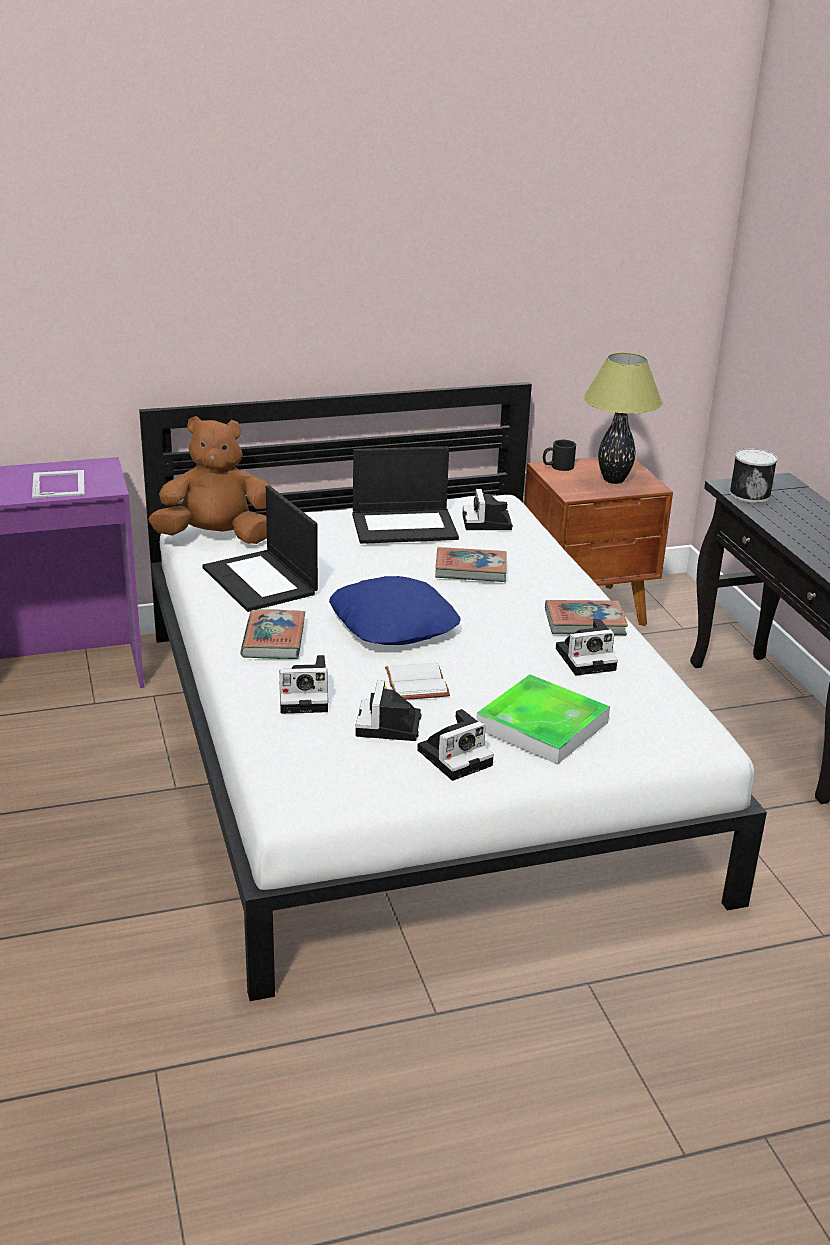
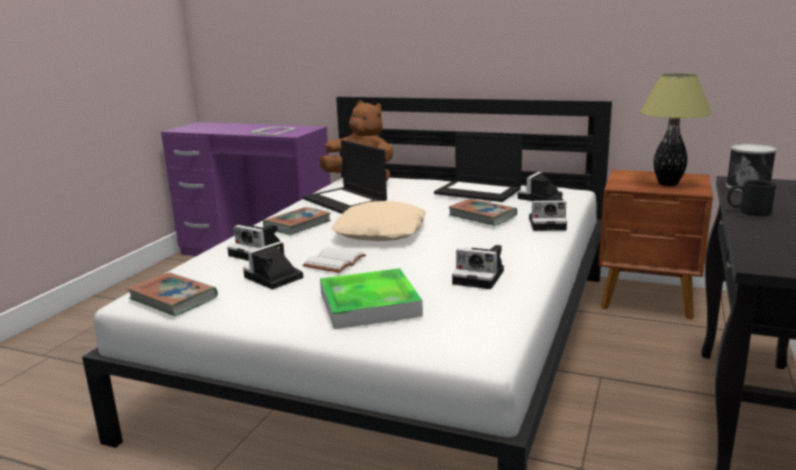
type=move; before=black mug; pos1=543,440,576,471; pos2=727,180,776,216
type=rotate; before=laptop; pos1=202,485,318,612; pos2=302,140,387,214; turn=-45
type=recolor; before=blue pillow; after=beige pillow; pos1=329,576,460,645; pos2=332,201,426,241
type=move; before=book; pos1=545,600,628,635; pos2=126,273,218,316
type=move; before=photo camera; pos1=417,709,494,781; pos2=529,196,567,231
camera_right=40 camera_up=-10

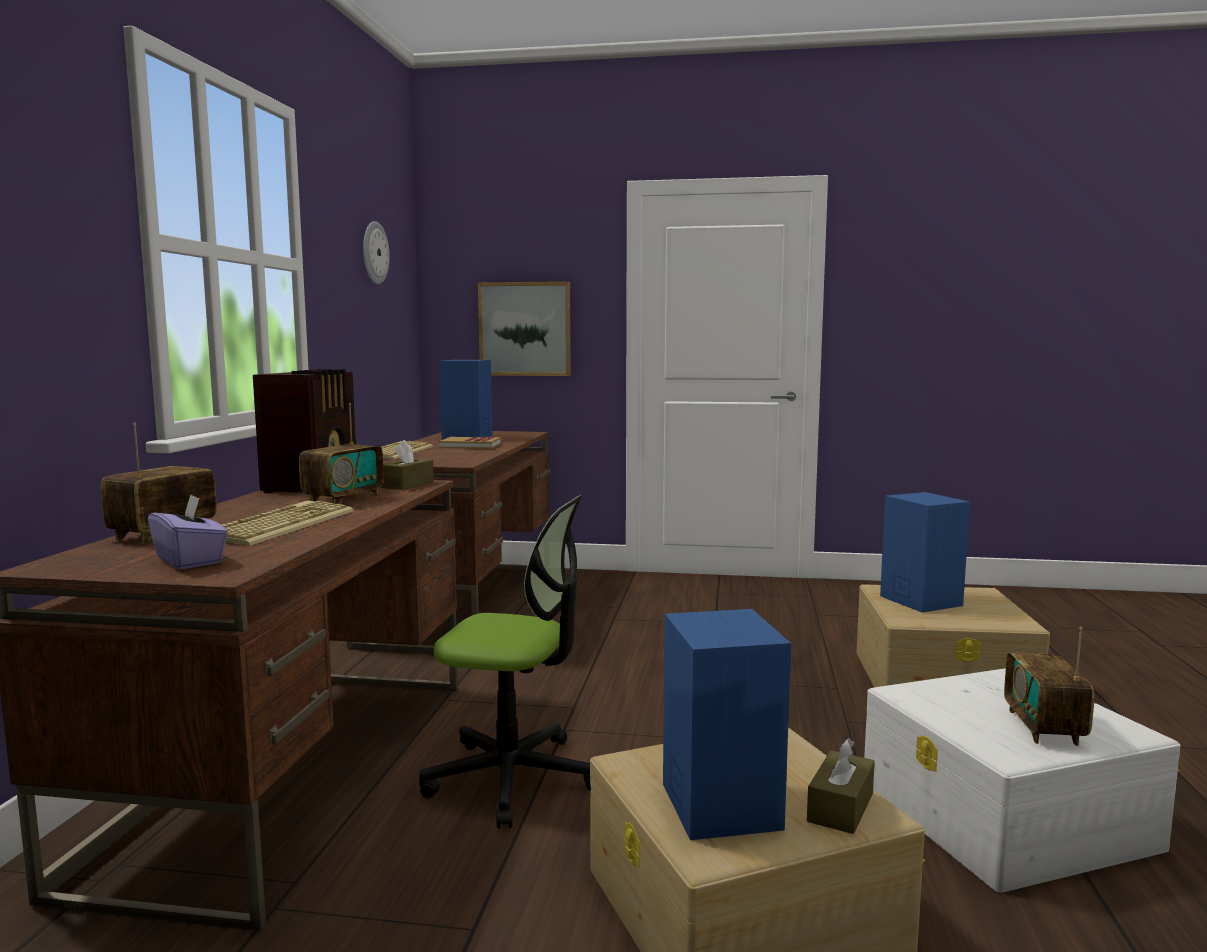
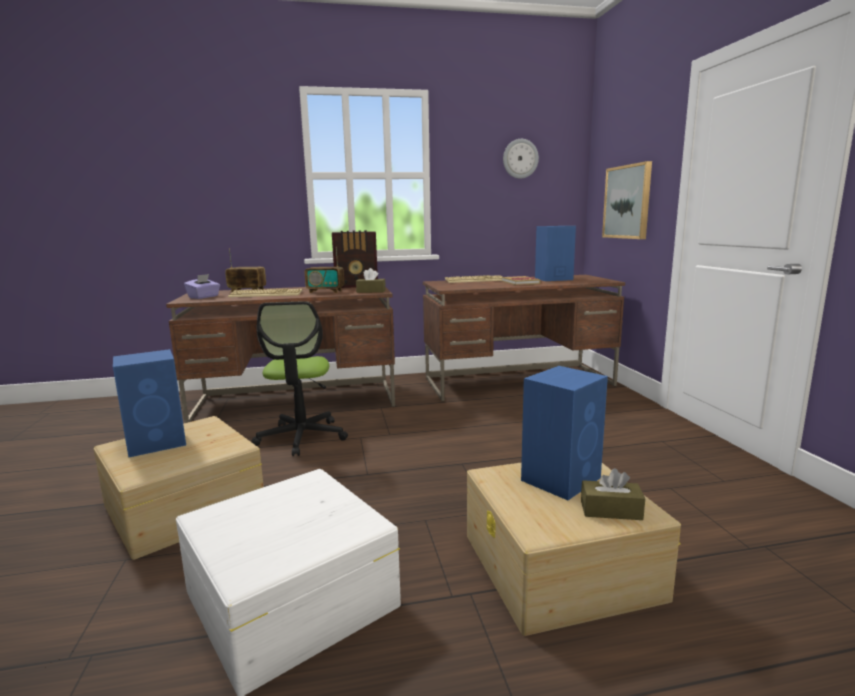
type=delete; before=radio; pos1=1004,627,1095,746
type=move; before=brown tissue box; pos1=807,738,875,834; pos2=581,468,645,520
camera_right=70 camera_up=5

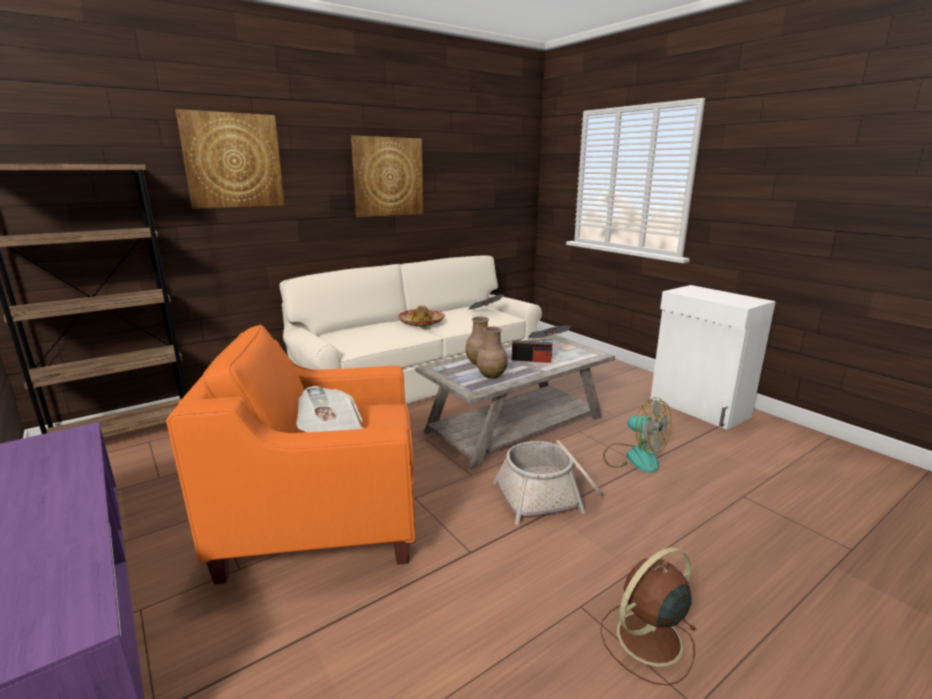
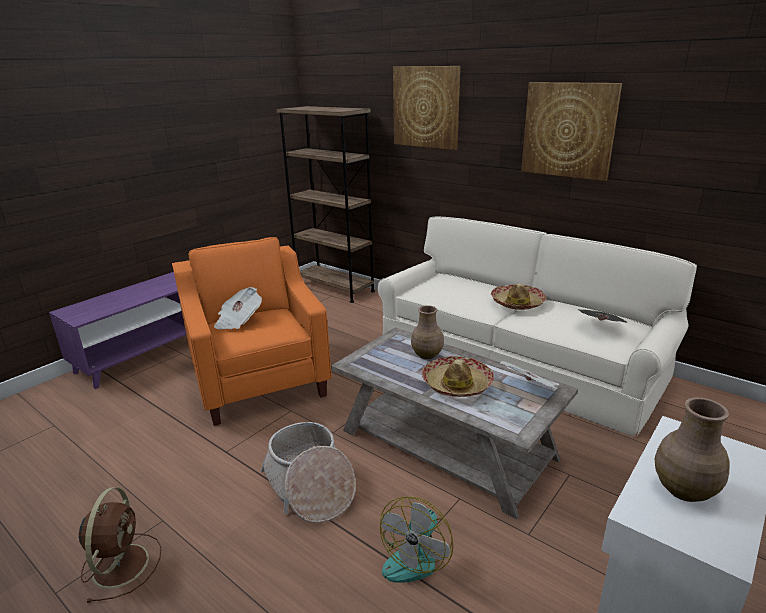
type=move; before=brown vase; pos1=476,326,508,379; pos2=655,397,730,502
type=replace; before=radio; after=hat; pos1=512,339,552,363; pos2=422,356,494,397
type=rotate; before=brown fan; pos1=600,547,697,686; pos2=79,487,161,603; turn=45
camera_right=75 camera_up=5

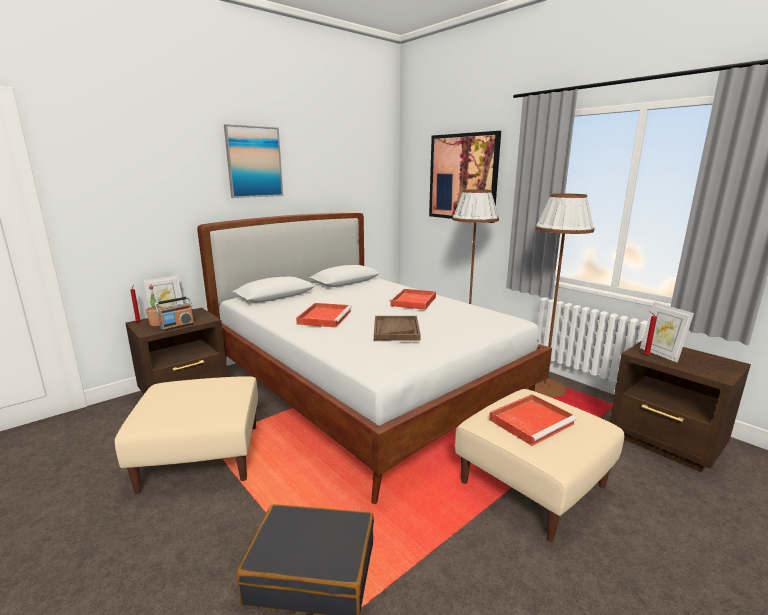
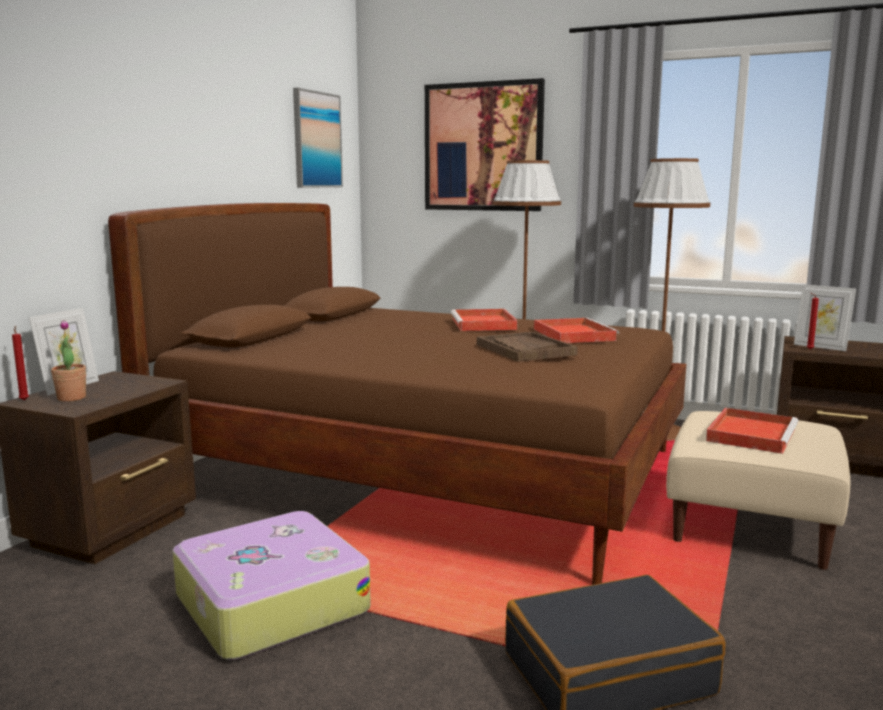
type=move; before=picture; pos1=224,124,283,198; pos2=293,88,343,188
type=recolor; before=white bed; after=brown bed; pos1=197,212,552,504; pos2=108,203,686,585
type=delete; before=radio; pos1=154,296,194,331
type=move; before=red tray; pos1=296,303,352,327; pos2=534,317,619,343
type=replace; before=beige ottoman; after=suitcase; pos1=115,376,258,494; pos2=173,511,371,660
camera_right=-25 camera_up=-5

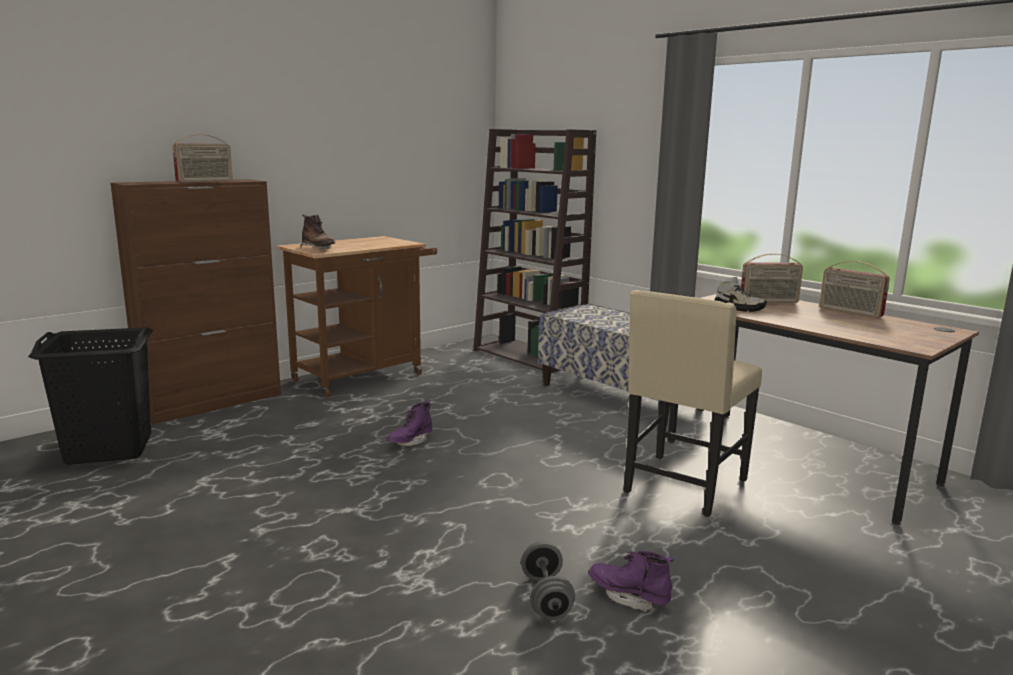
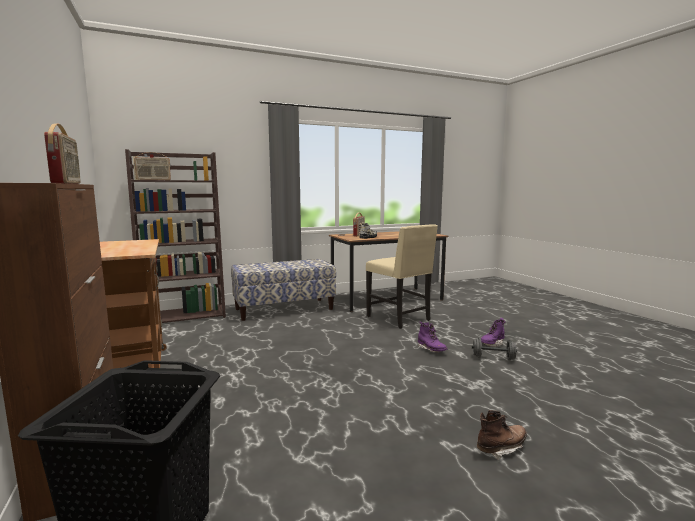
type=move; before=brown boot; pos1=301,214,335,249; pos2=477,410,527,461
type=move; before=radio; pos1=819,261,890,318; pos2=134,152,171,180
type=move; before=purple boot; pos1=387,399,432,446; pos2=418,322,447,353
camera_right=-70 camera_up=-5

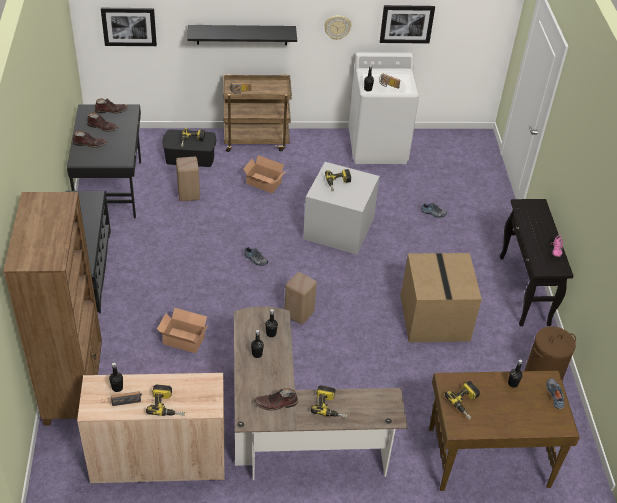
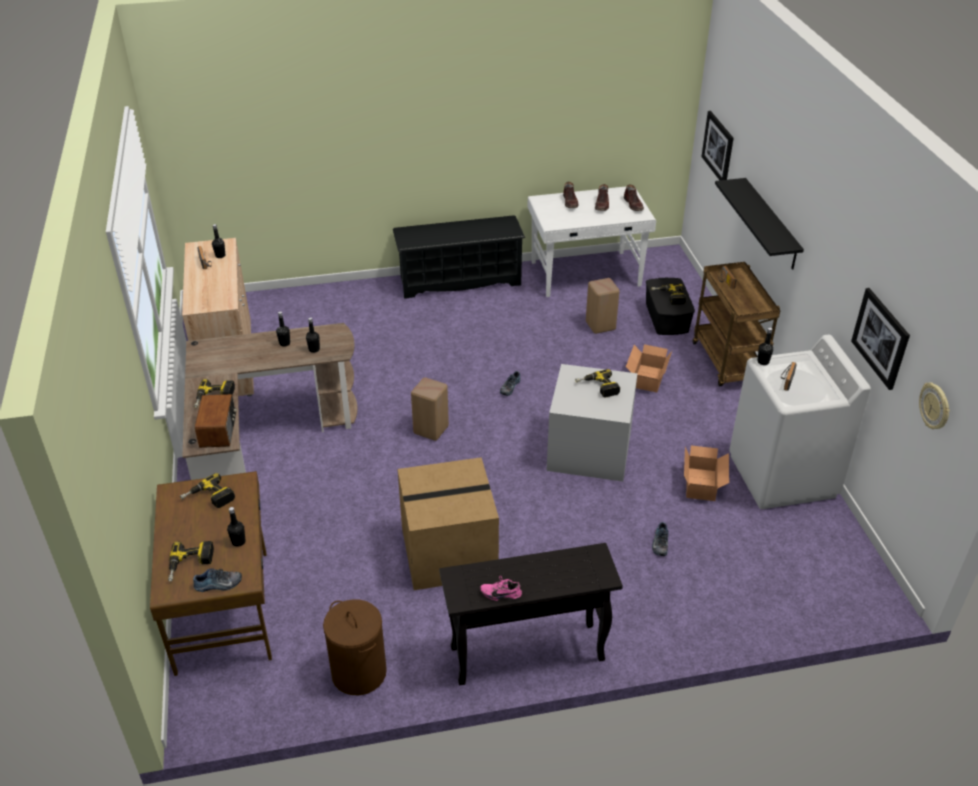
type=move; before=wall clock; pos1=324,15,351,40; pos2=919,382,950,429
type=recolor; before=black desk; after=white desk; pos1=67,104,141,219; pos2=527,186,656,297
type=delete; before=brown bookcase; pos1=3,192,102,426
type=move; before=cardboard box; pos1=157,308,208,353; pos2=684,446,729,501
type=move; before=power drill; pos1=146,384,185,416; pos2=168,541,214,582
type=delete; before=brown boot; pos1=254,388,298,411
type=insert; after=radio; pos2=195,394,237,448
camera_right=85 camera_up=-5

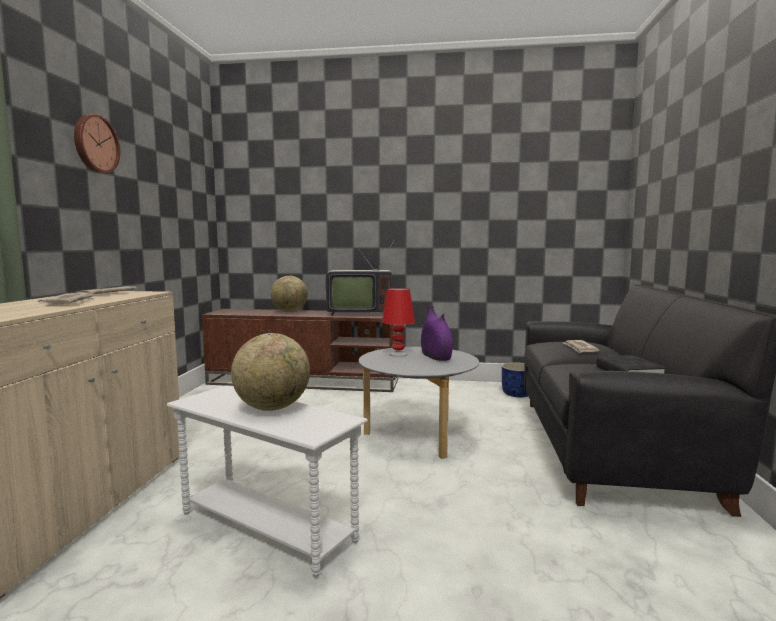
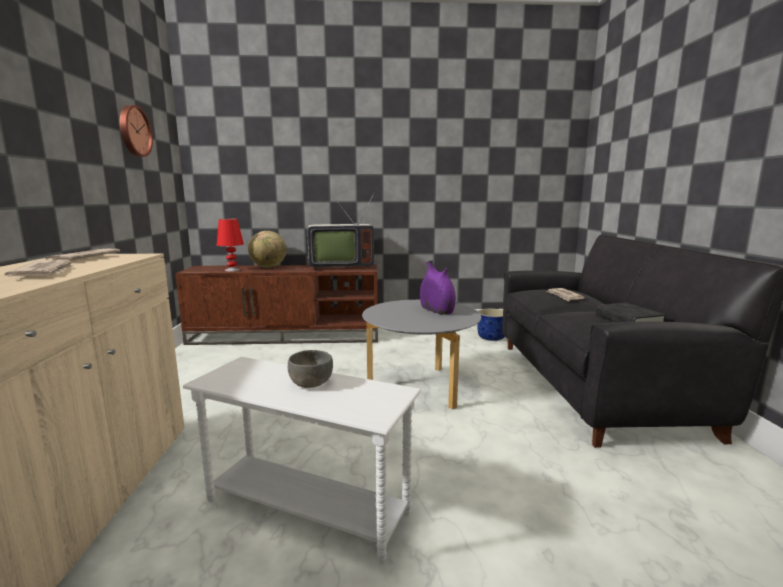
type=move; before=wall clock; pos1=74,114,120,173; pos2=120,105,153,157
type=move; before=red table lamp; pos1=382,288,415,357; pos2=217,219,244,272
type=replace; before=globe; after=grey bowl; pos1=231,333,310,411; pos2=288,350,333,388
camera_right=-10 camera_up=5

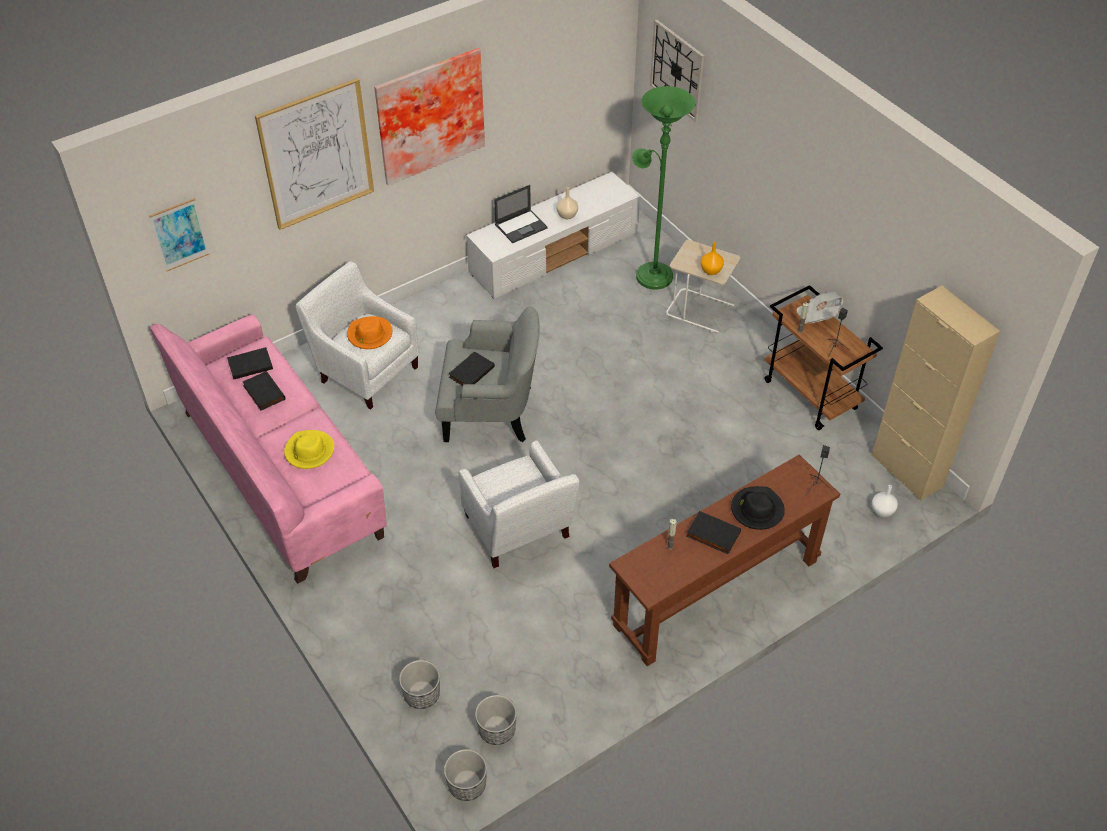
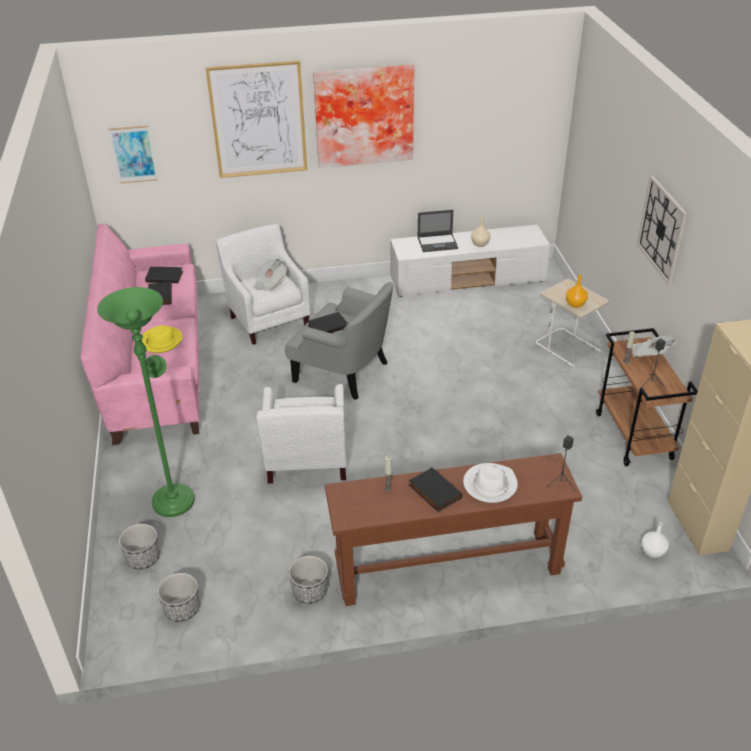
type=move; before=wall clock; pos1=650,20,705,122; pos2=637,176,687,285
type=move; before=green floor lamp; pos1=632,86,695,290; pos2=97,287,195,517
type=replace; before=orange hat; after=newspaper; pos1=347,316,392,349; pos2=253,258,287,291
type=recolor; before=black hat; after=white hat; pos1=731,486,785,530; pos2=463,463,518,503
type=move; before=planter; pos1=444,749,487,801; pos2=289,556,328,604
camera_right=25 camera_up=-10

